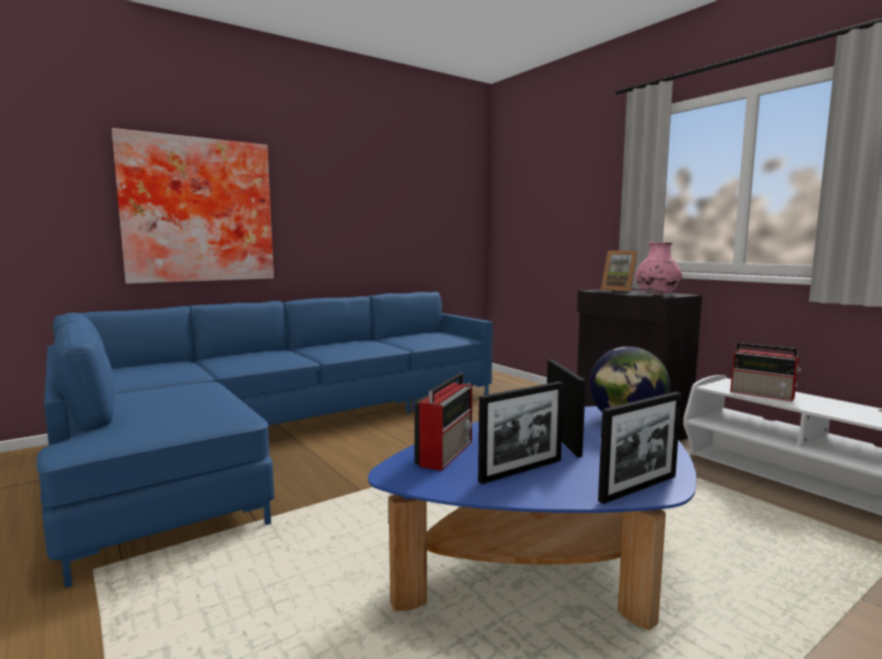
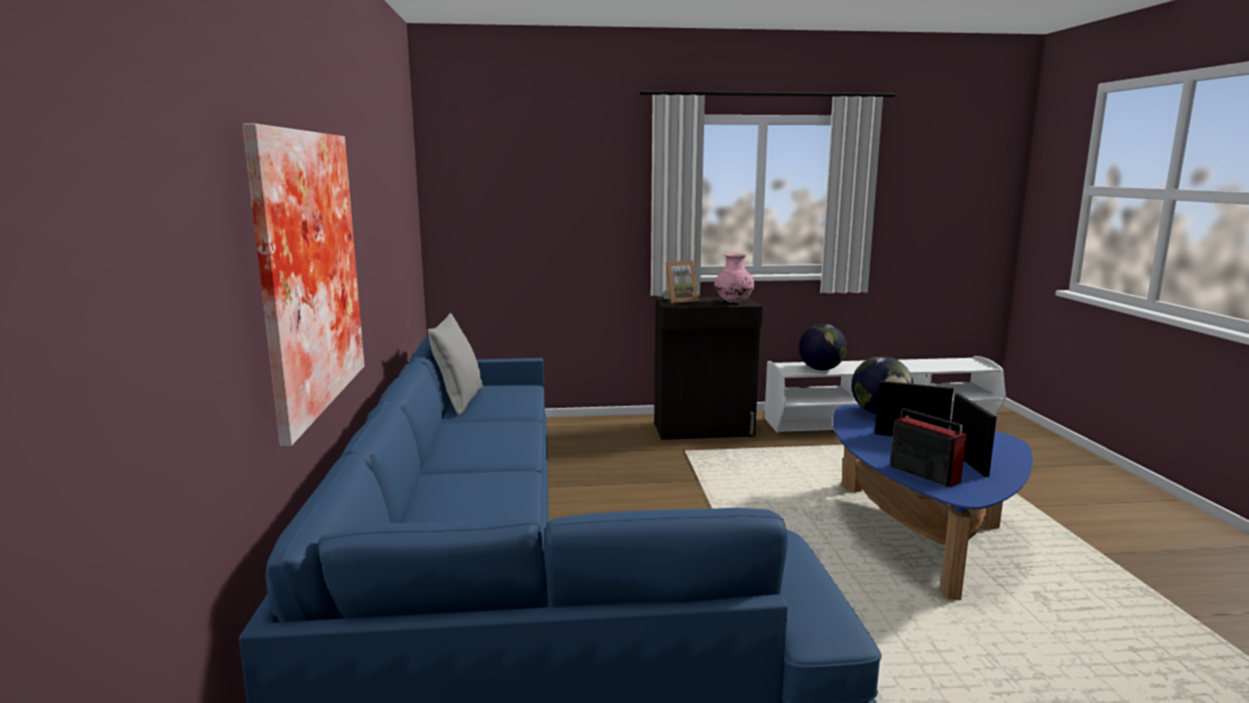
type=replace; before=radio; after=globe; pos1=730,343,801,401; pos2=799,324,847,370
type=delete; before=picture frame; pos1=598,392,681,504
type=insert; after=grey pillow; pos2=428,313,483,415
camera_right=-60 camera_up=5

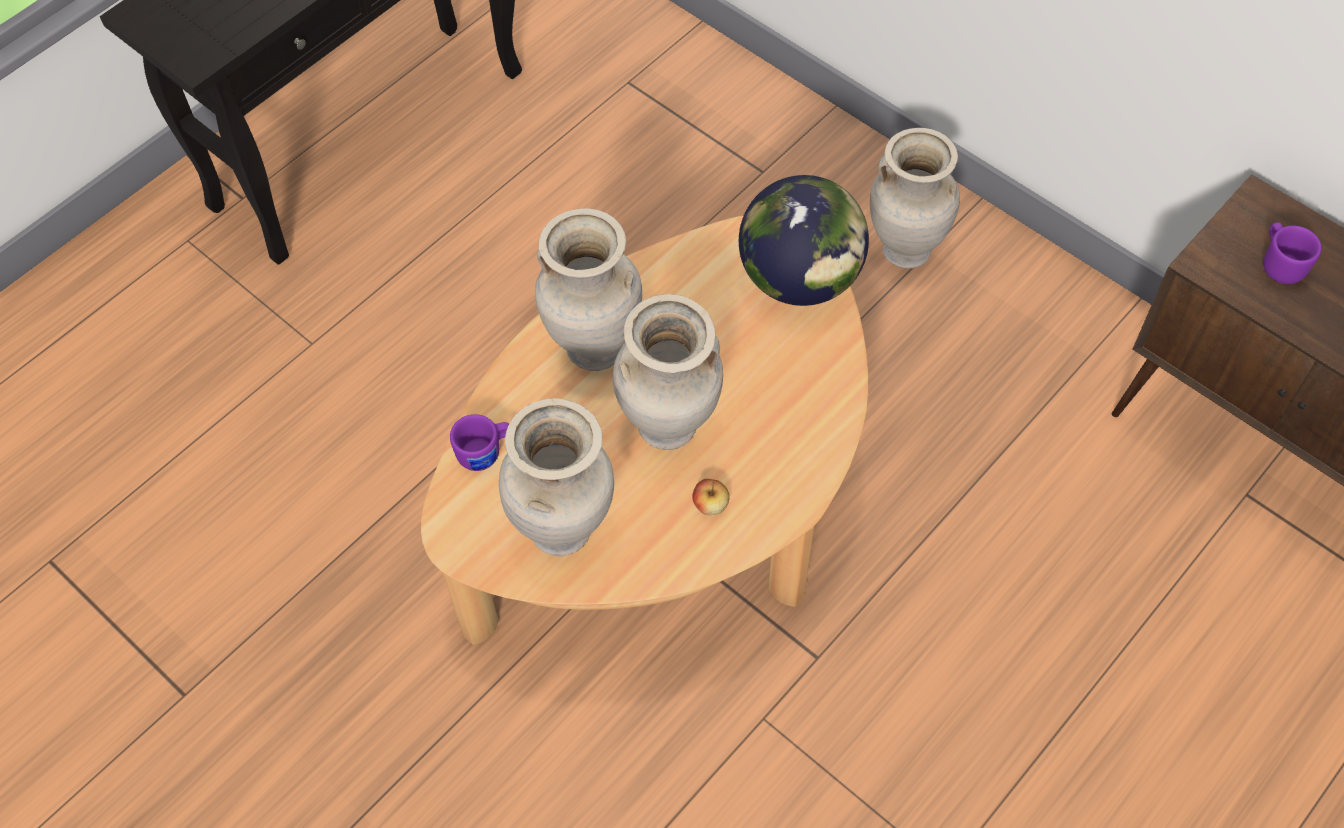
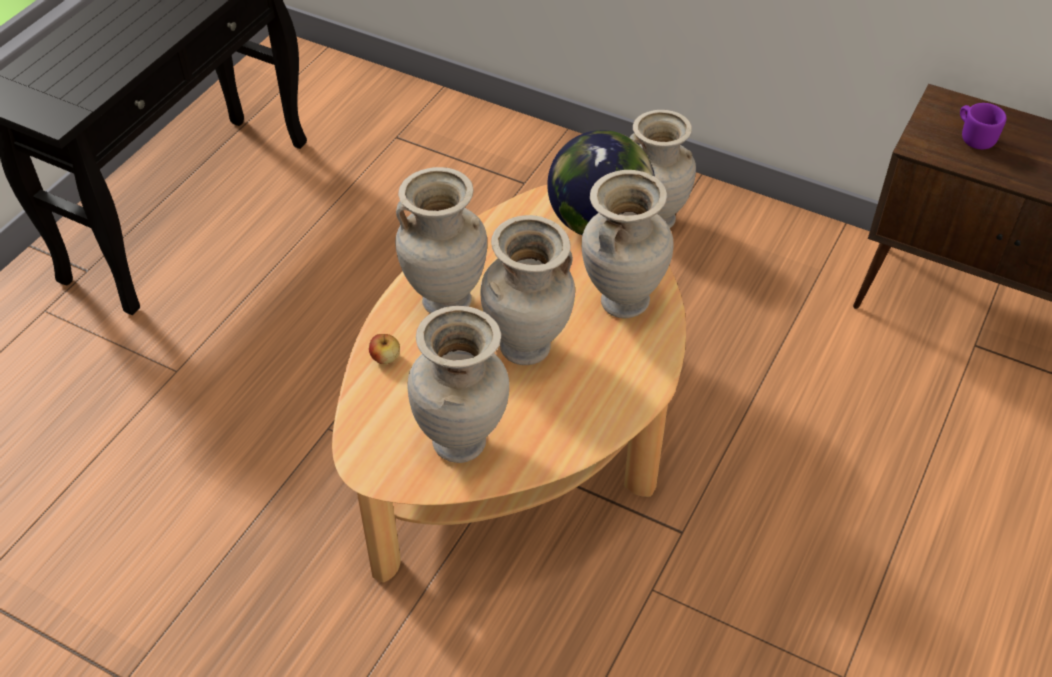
type=delete; before=purple mug; pos1=450,414,509,471
type=move; before=apple; pos1=692,479,730,515; pos2=369,334,400,364
type=insert; after=beige vase; pos2=582,170,674,318
camera_right=-15 camera_up=-10

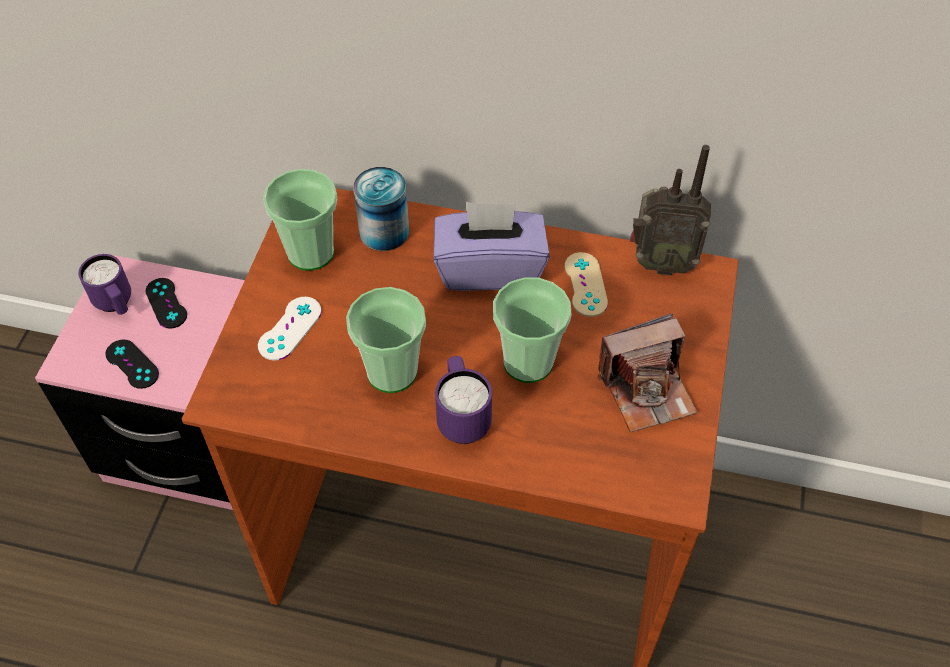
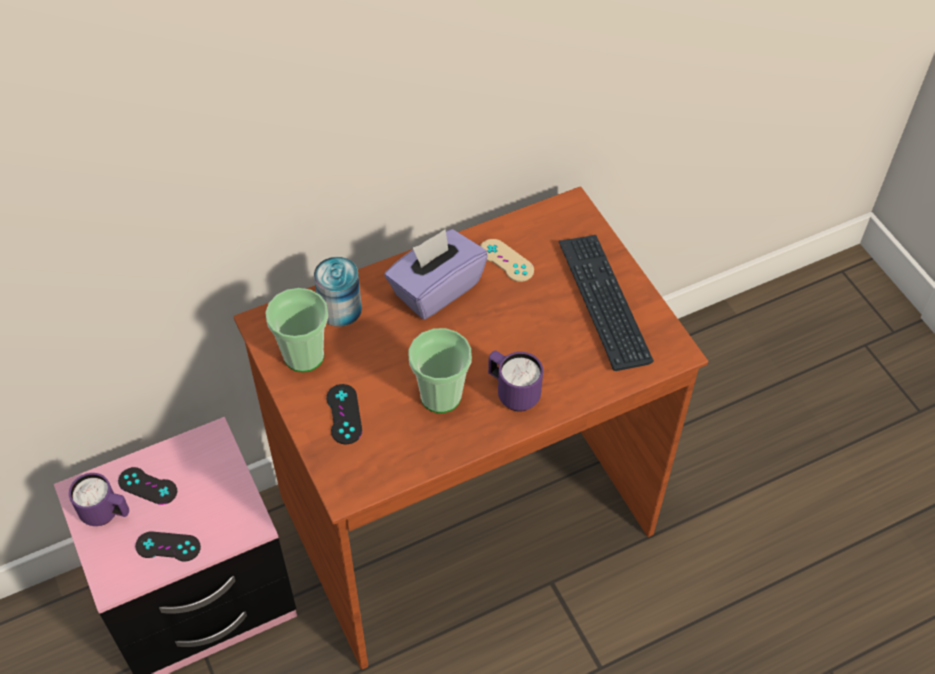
type=delete; before=radio; pos1=630,145,711,275
type=delete; before=cup; pos1=493,278,572,383
type=recolor; before=white game controller; after=black game controller; pos1=258,297,322,361; pos2=326,384,362,444
type=replace; before=photo camera; after=keyboard; pos1=598,313,698,432; pos2=559,235,654,371
camera_right=-40 camera_up=0

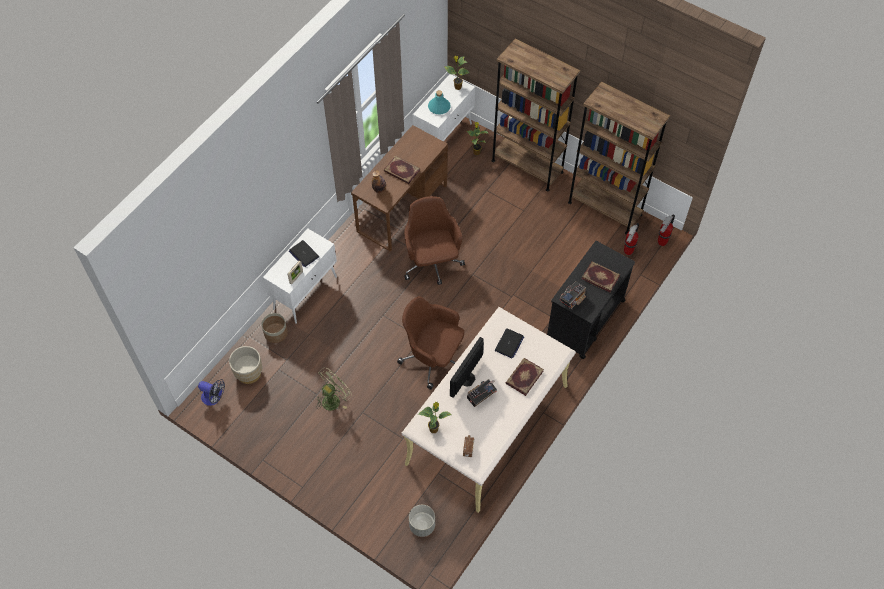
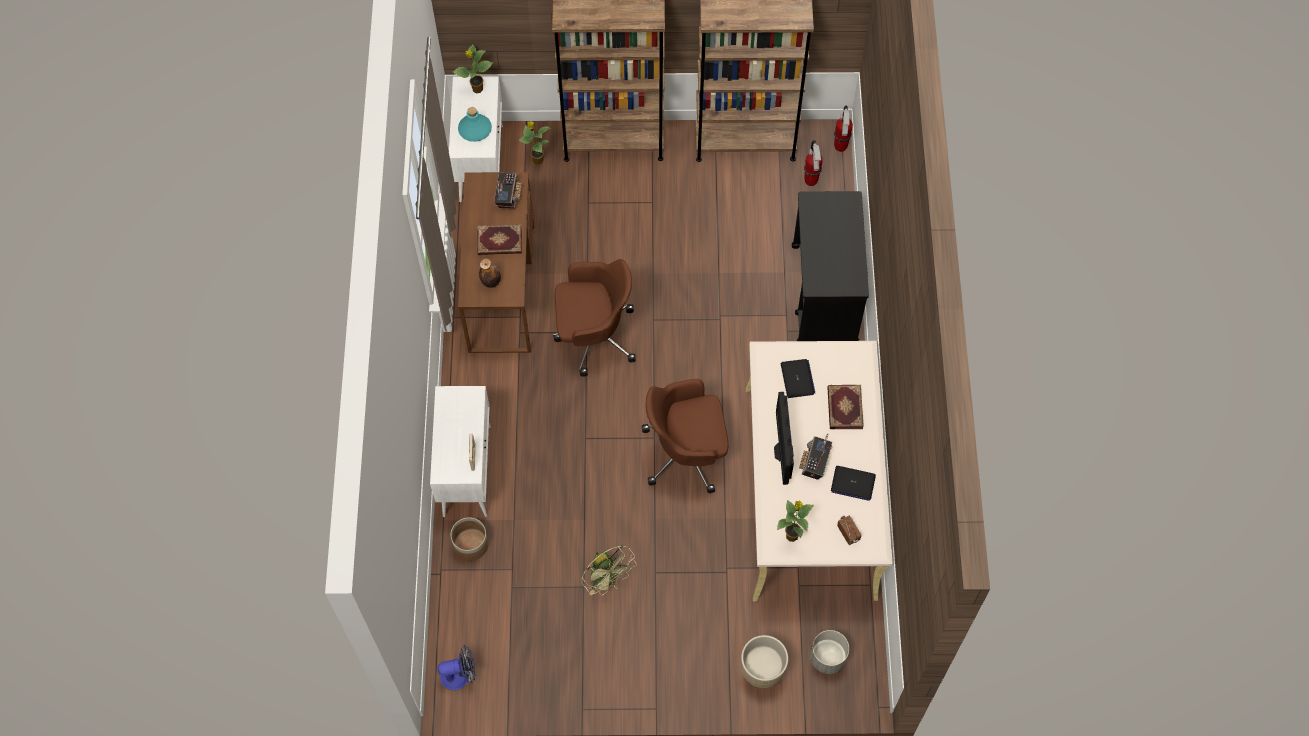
type=rotate; before=brown office chair; pos1=404,196,465,285; pos2=553,259,636,377; turn=135
type=move; before=laptop; pos1=289,240,319,267; pos2=831,466,876,501
type=delete; before=book; pos1=582,261,620,293
type=move; before=radio; pos1=560,281,586,309; pos2=494,173,522,209
type=move; before=beige planter; pos1=229,346,262,384; pos2=741,635,788,688
type=rotate; before=green fan; pos1=317,367,352,411; pos2=582,545,637,596; turn=135
camera_right=-35 camera_up=5

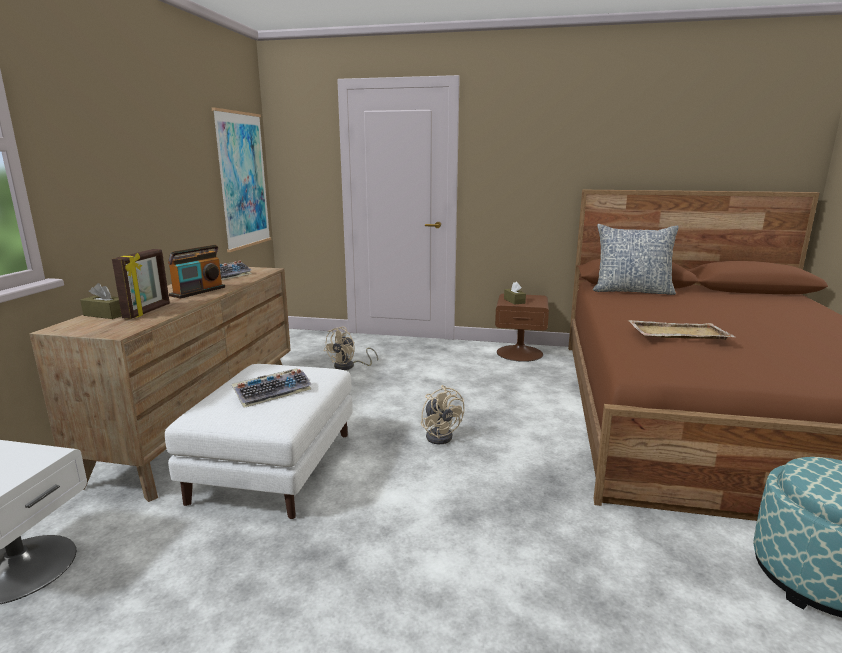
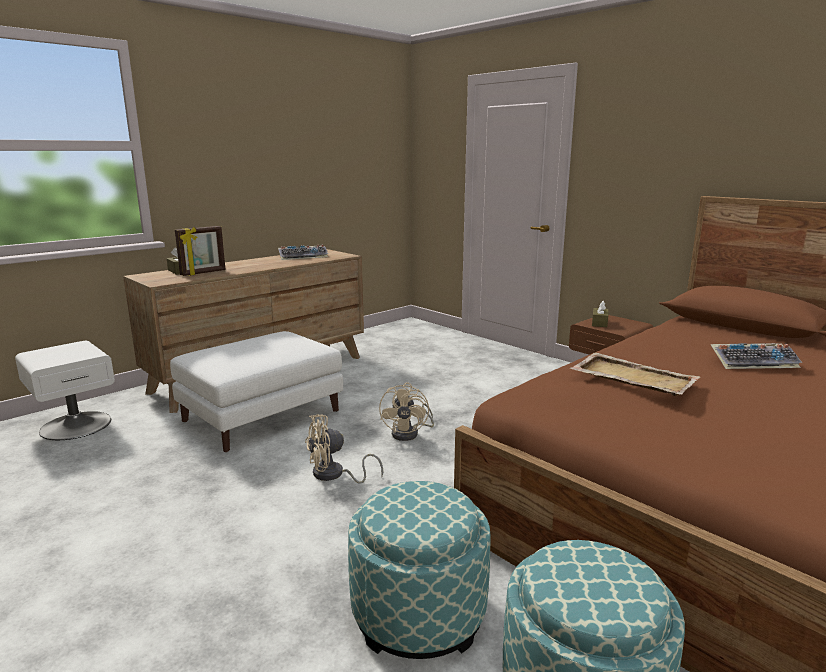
type=delete; before=picture; pos1=212,108,271,252
type=delete; before=pillow; pos1=593,224,679,295
type=delete; before=radio; pos1=168,245,225,299
type=move; before=beige fan; pos1=324,327,378,370; pos2=305,414,383,484
type=move; before=keyboard; pos1=231,368,312,408; pos2=710,343,803,369
type=insert; after=ottoman; pos2=348,481,490,659
camera_right=35 camera_up=0

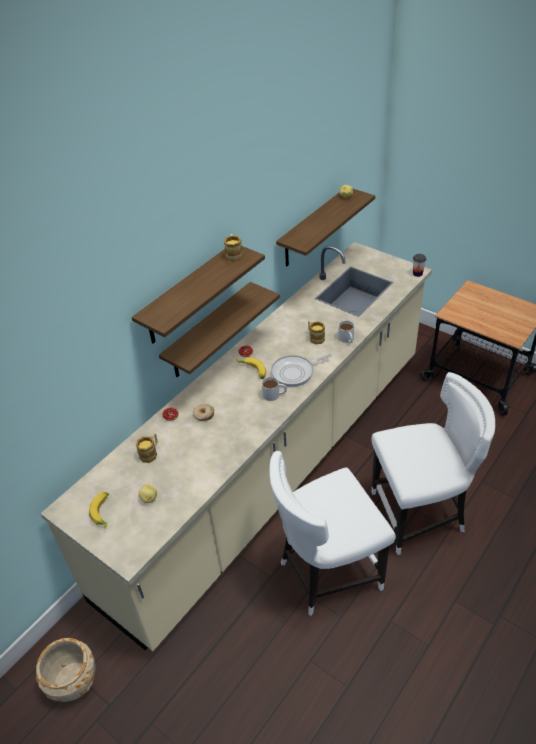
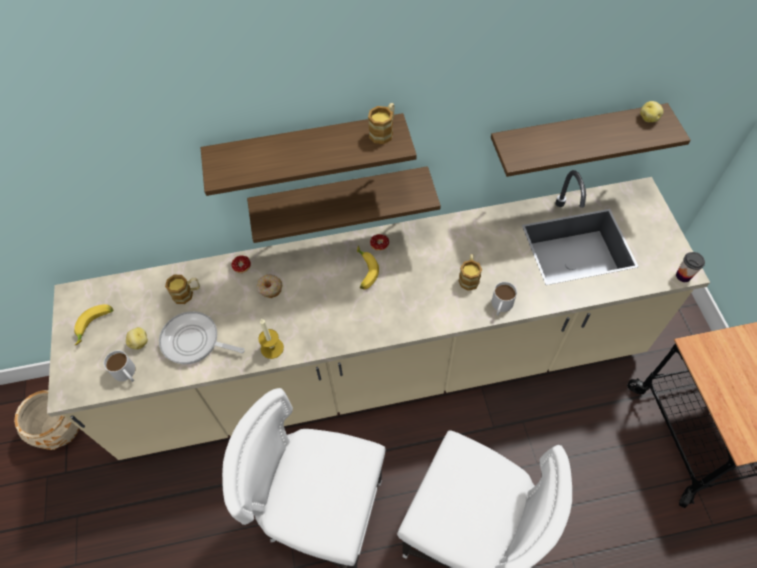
type=move; before=frying pan; pos1=271,354,332,387; pos2=159,311,245,364
type=move; before=white mug; pos1=262,377,287,401; pos2=104,350,136,382
type=insert; after=candle; pos2=258,319,284,359
camera_right=40 camera_up=15

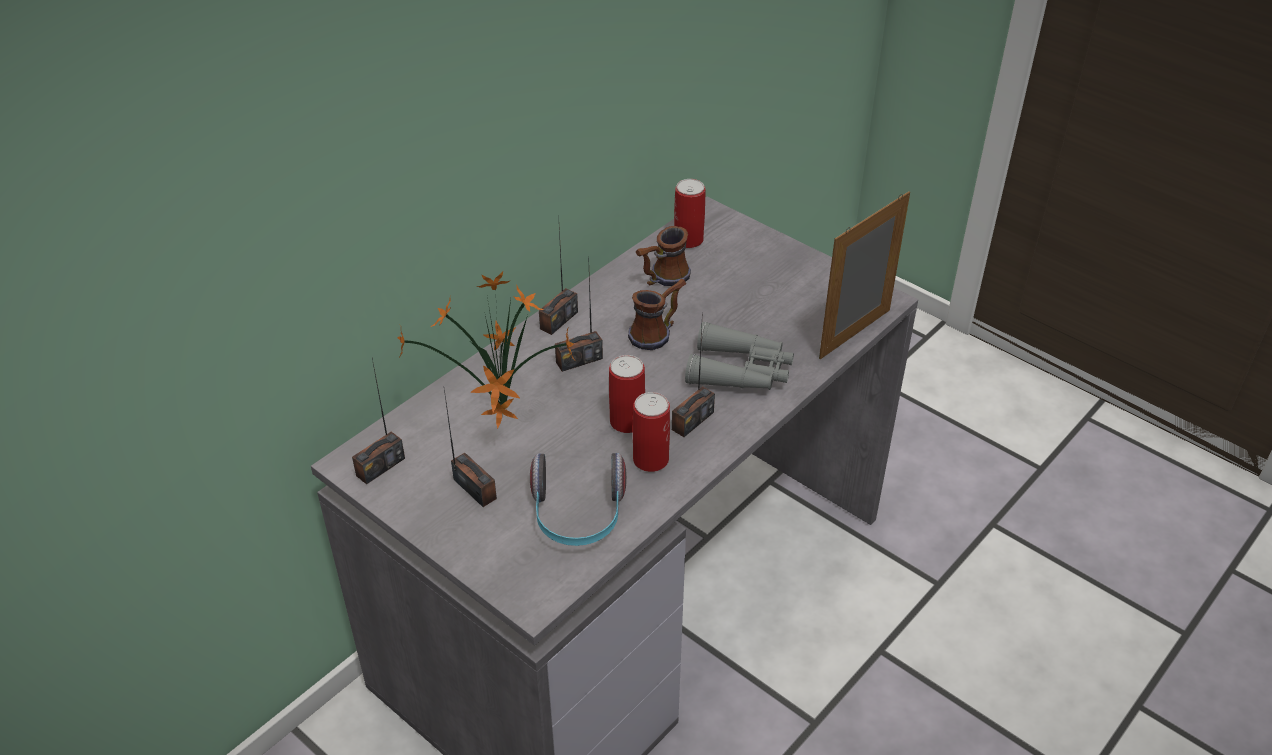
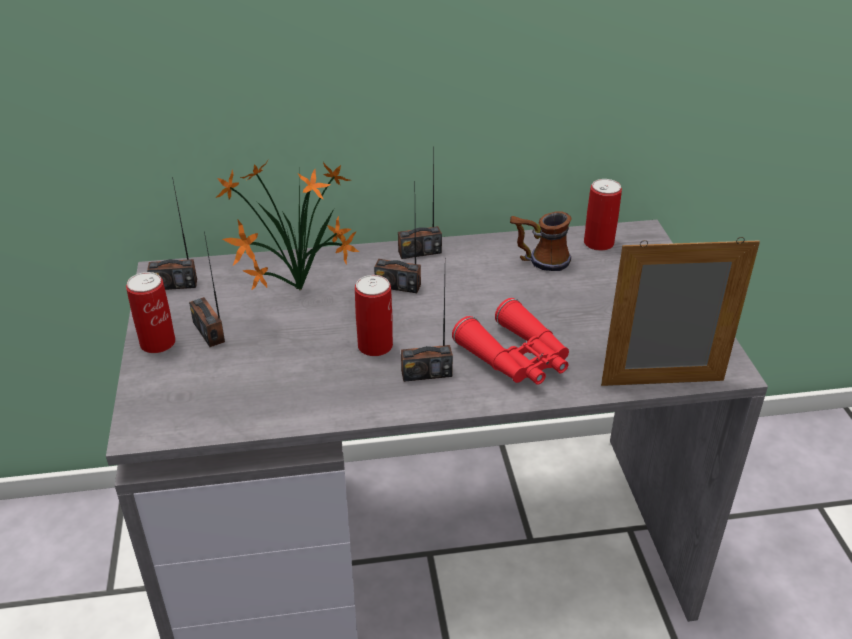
type=delete; before=mug; pos1=628,279,686,350
type=recolor; before=grey binoculars; after=red binoculars; pos1=685,322,794,390; pos2=452,298,569,385
type=rotate; before=radio; pos1=444,389,497,507; pos2=189,232,225,347; turn=150
type=move; before=can; pos1=633,392,670,472; pos2=126,272,176,353
type=delete; before=headphones; pos1=530,453,627,546
camera_right=40 camera_up=-5

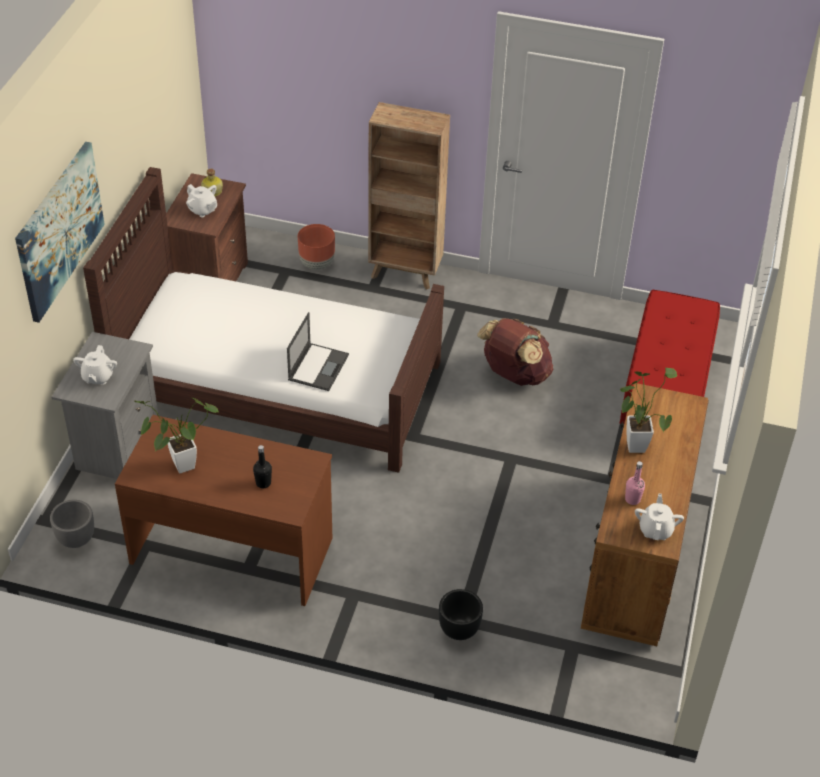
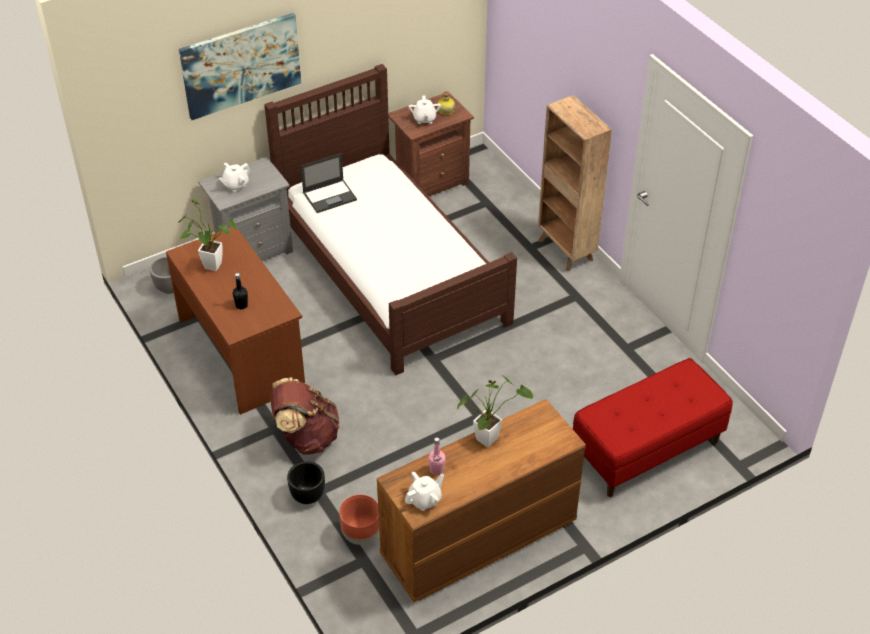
type=move; before=brown planter; pos1=298,224,335,270; pos2=339,495,379,545
type=move; before=laptop; pos1=287,312,349,391; pos2=301,153,357,213
type=move; before=brown backpack; pos1=477,318,553,386; pos2=270,377,340,455
camera_right=45 camera_up=0

